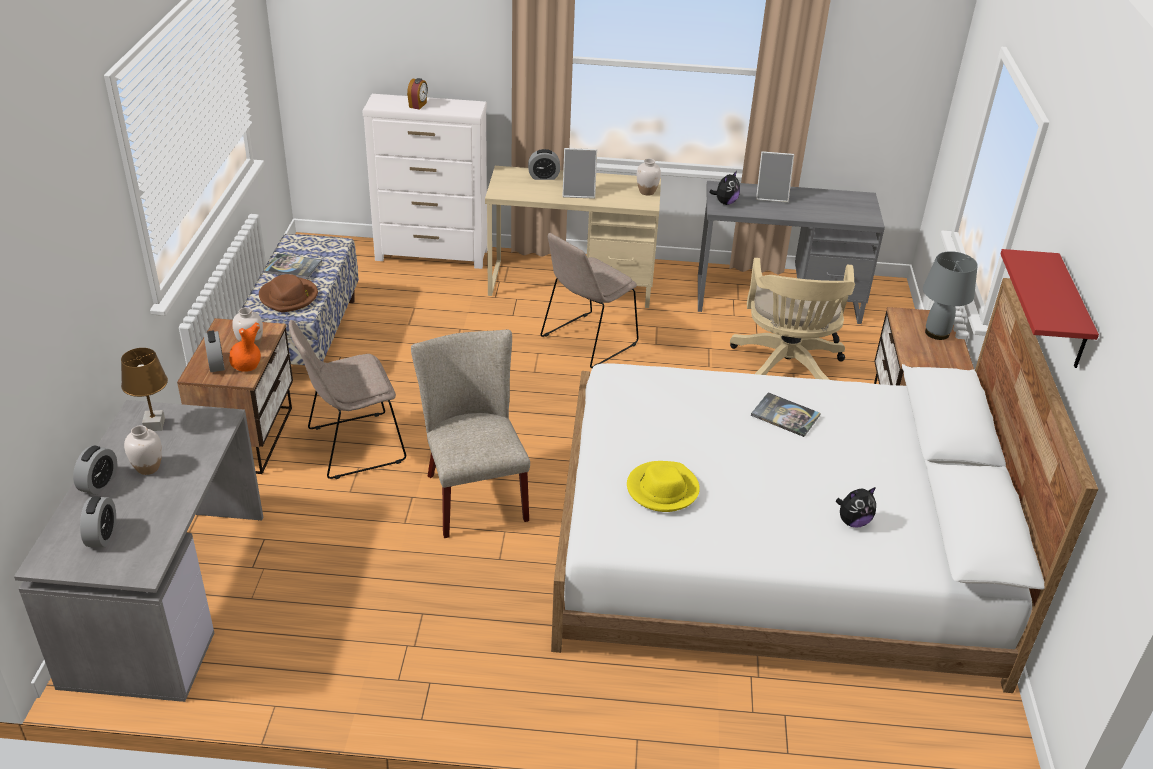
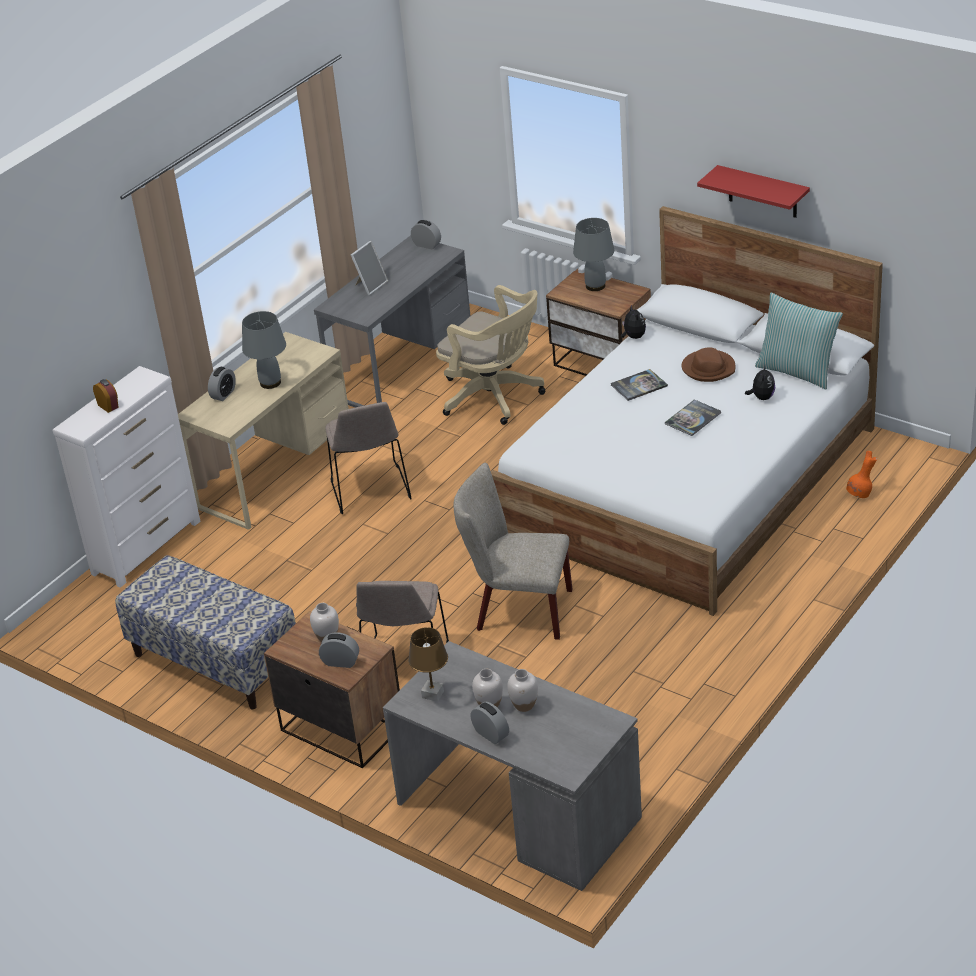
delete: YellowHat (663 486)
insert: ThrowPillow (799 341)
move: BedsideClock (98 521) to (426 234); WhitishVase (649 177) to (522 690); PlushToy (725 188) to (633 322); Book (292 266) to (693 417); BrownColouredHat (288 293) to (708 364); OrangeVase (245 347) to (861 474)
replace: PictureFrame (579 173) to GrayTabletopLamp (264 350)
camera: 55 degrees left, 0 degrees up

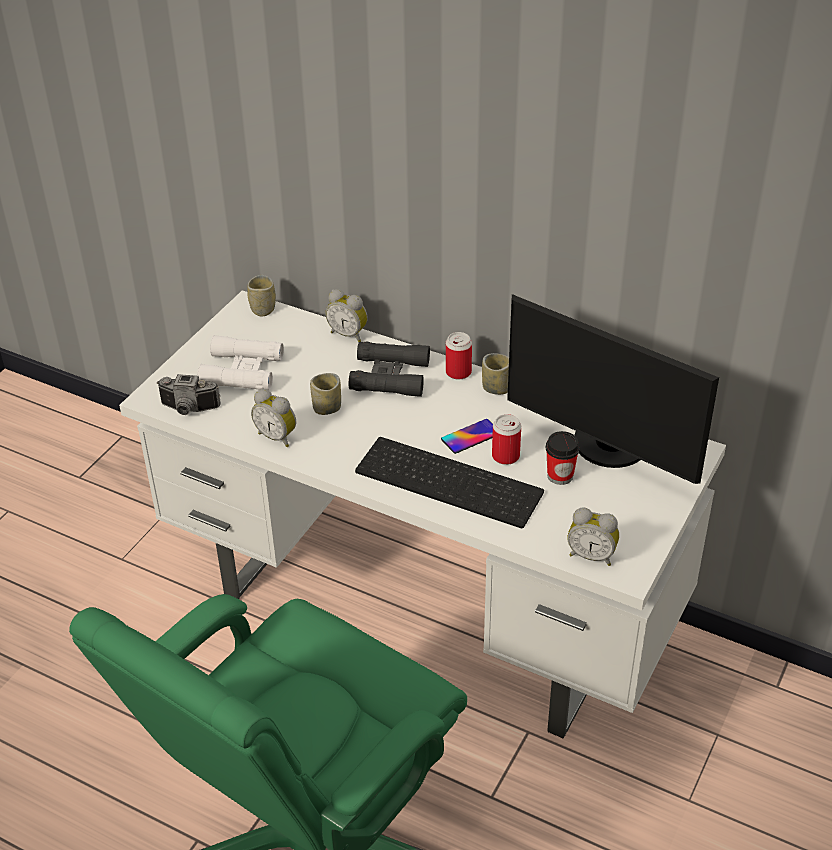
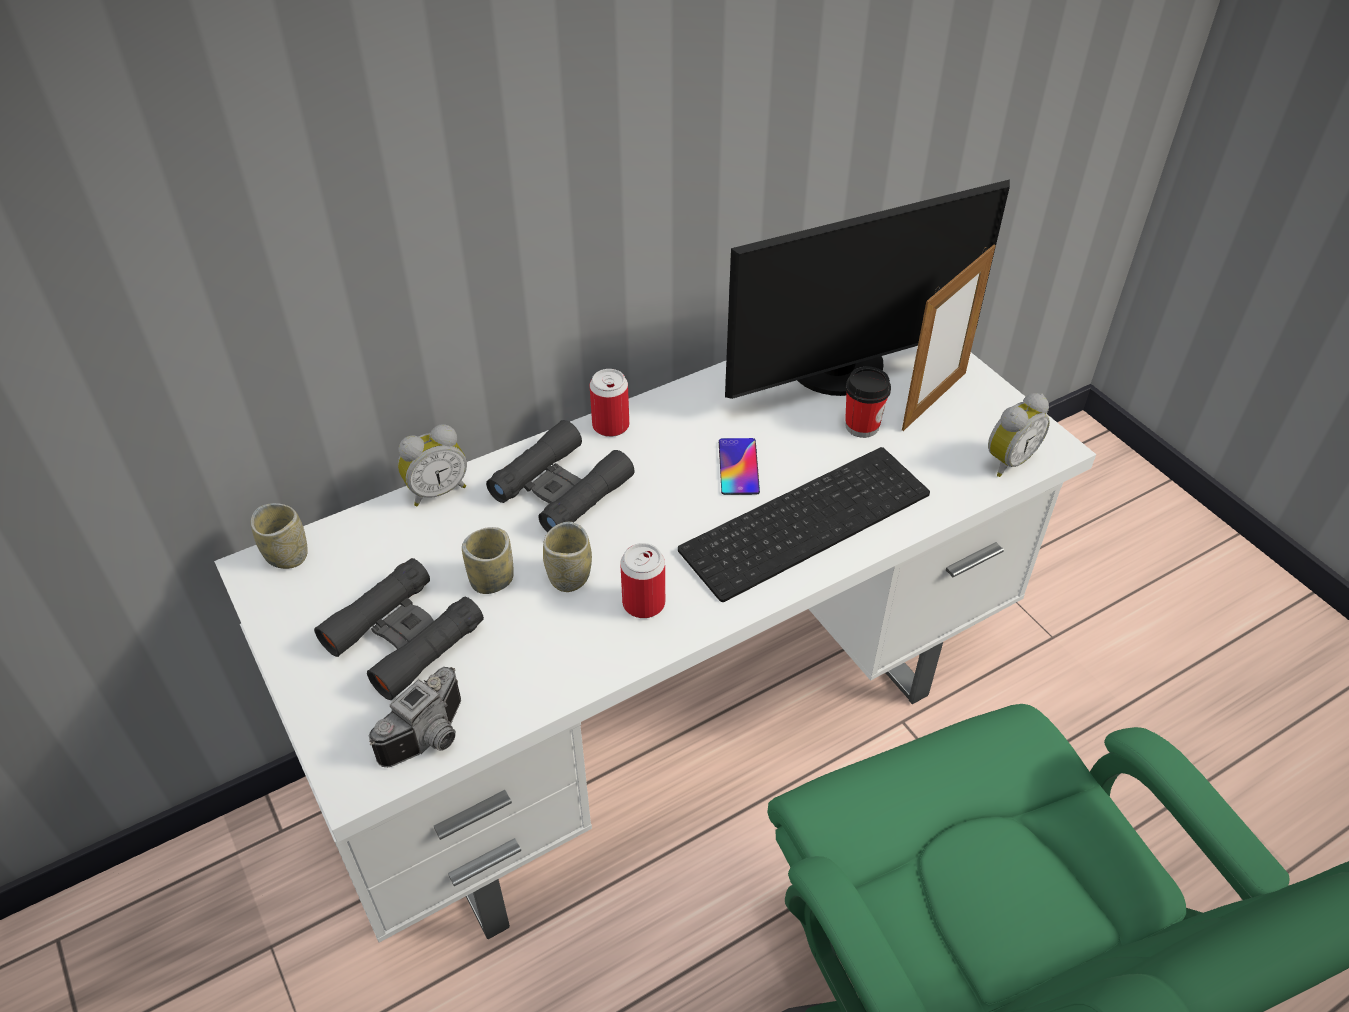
delete: BedsideClock (273 418)
insert: PictureFrame (949 338)
move: DrinkingCup (495 374) to (488 560); SealedCan (506 439) to (642 580)
recolor: WhitishFieldGlasses (240 362) to BlackColouredFieldGlasses (399 629)
camera: 60 degrees left, 5 degrees up

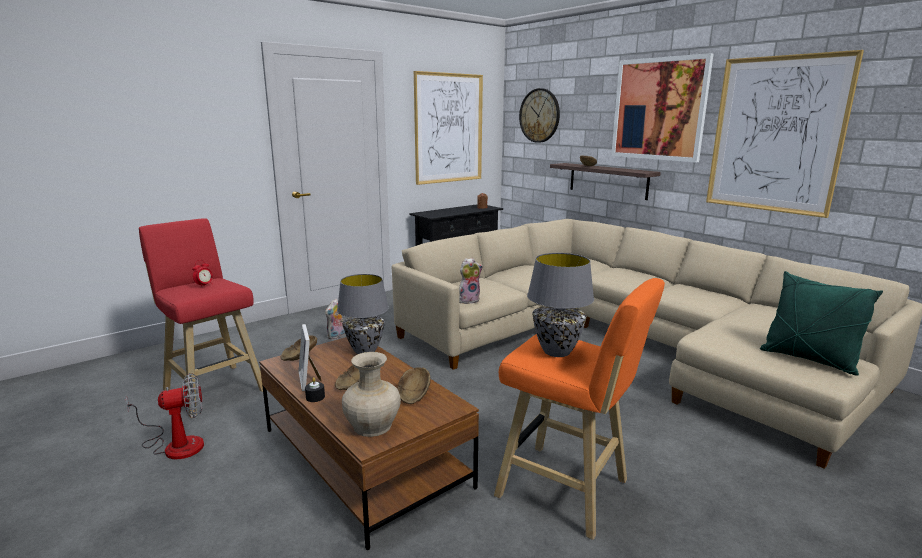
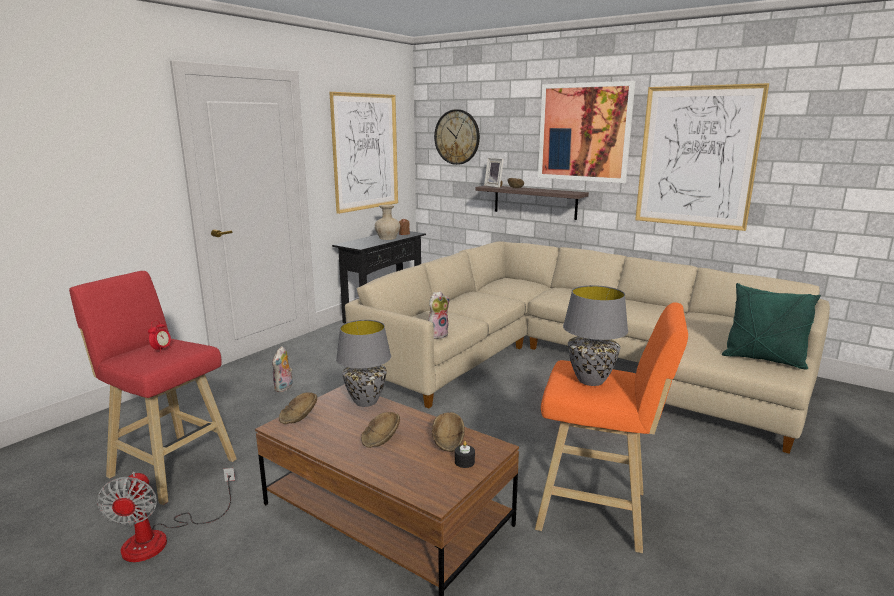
move: BeigeVase (371 394) to (387 222); BlackColouredWaxCandle (315 389) to (465 454); PictureFrame (310 357) to (494 173)
rotate: Fan (164 416) = (166 515) 120 degrees clockwise
camera: 15 degrees left, 0 degrees up

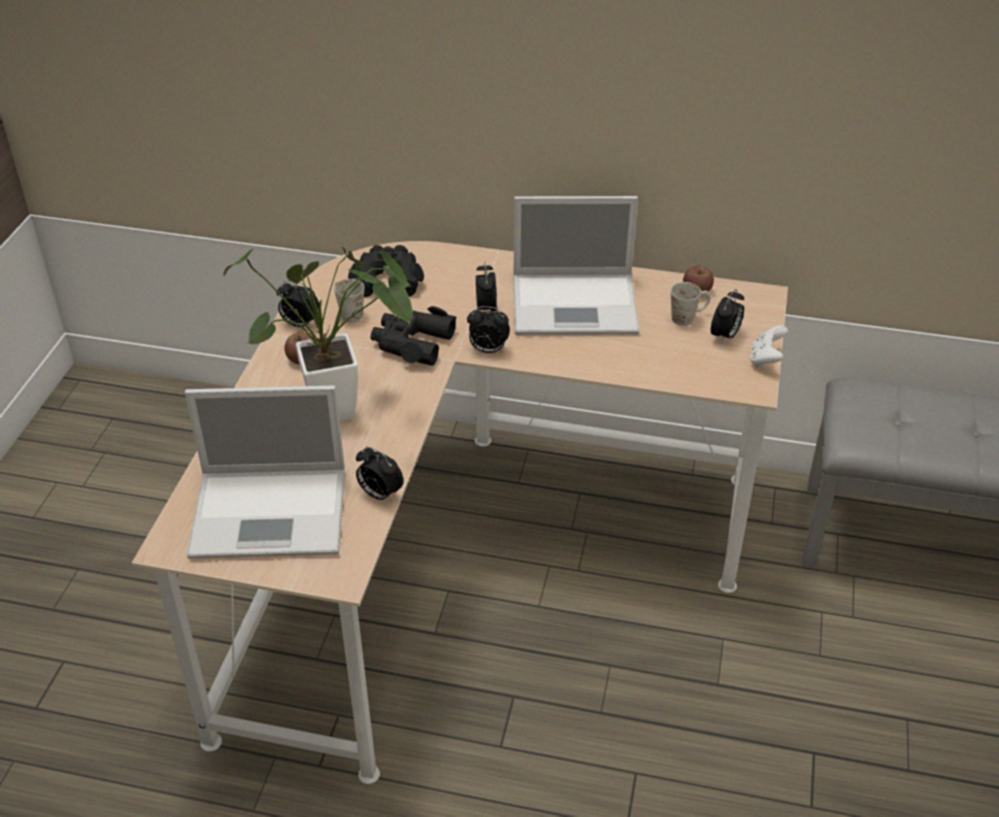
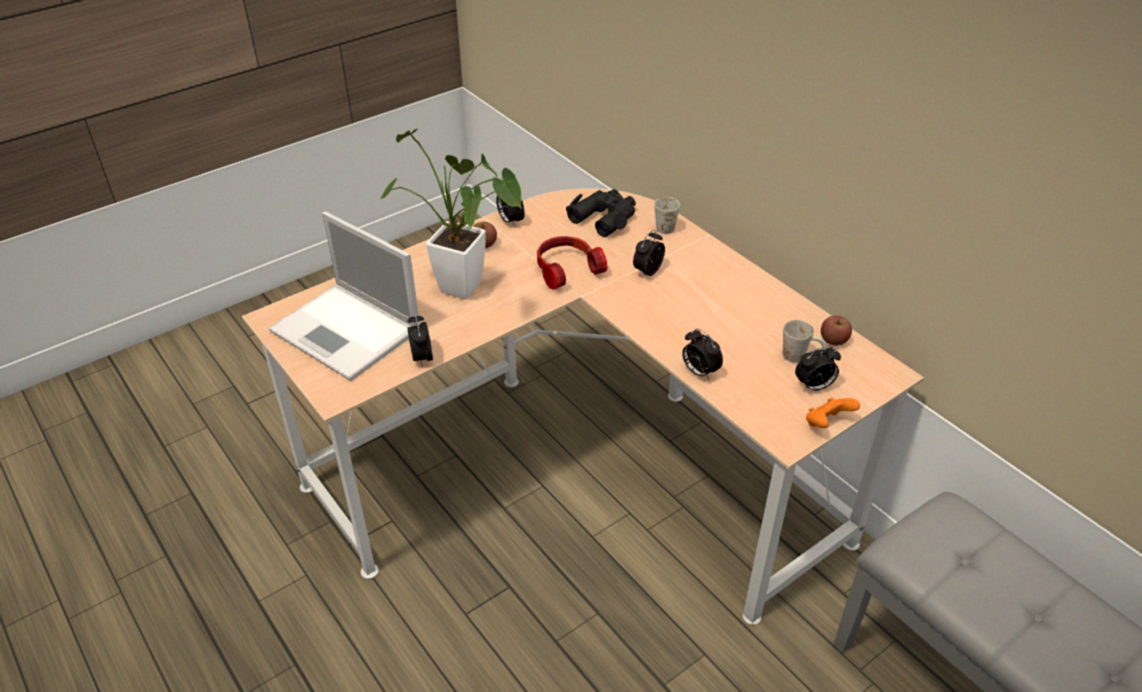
delete: PortableComputer (576 265)
move: WhitishMug (349 300) to (667 215); BedsideClock (488 329) to (702 354)
replace: BlackColouredFieldGlasses (413 336) to PairOfHeadphones (572 263)
recolor: WhitishGamepad (769 346) to OrangeGamepad (833 413)
camera: 40 degrees right, 0 degrees up

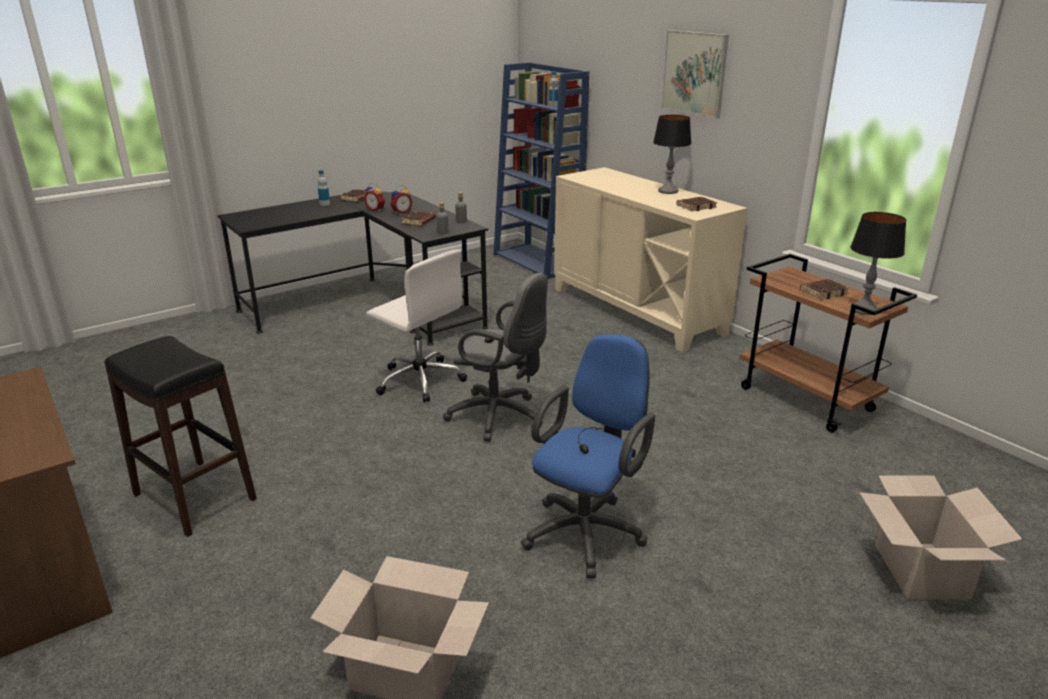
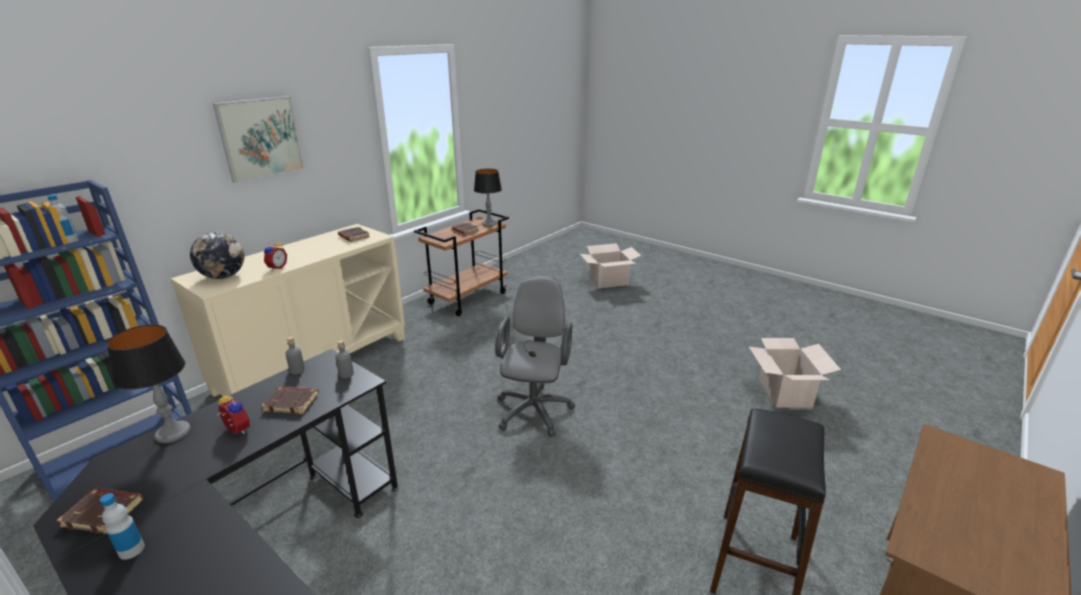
delete: WhitishComputerChair (416 326); BlueColouredComputerChair (588 456)
insert: Globe (217 255)
move: TabletopLamp (672 154) to (148 384); BedsideClock (374 197) to (275 255)
camera: 105 degrees left, 0 degrees up

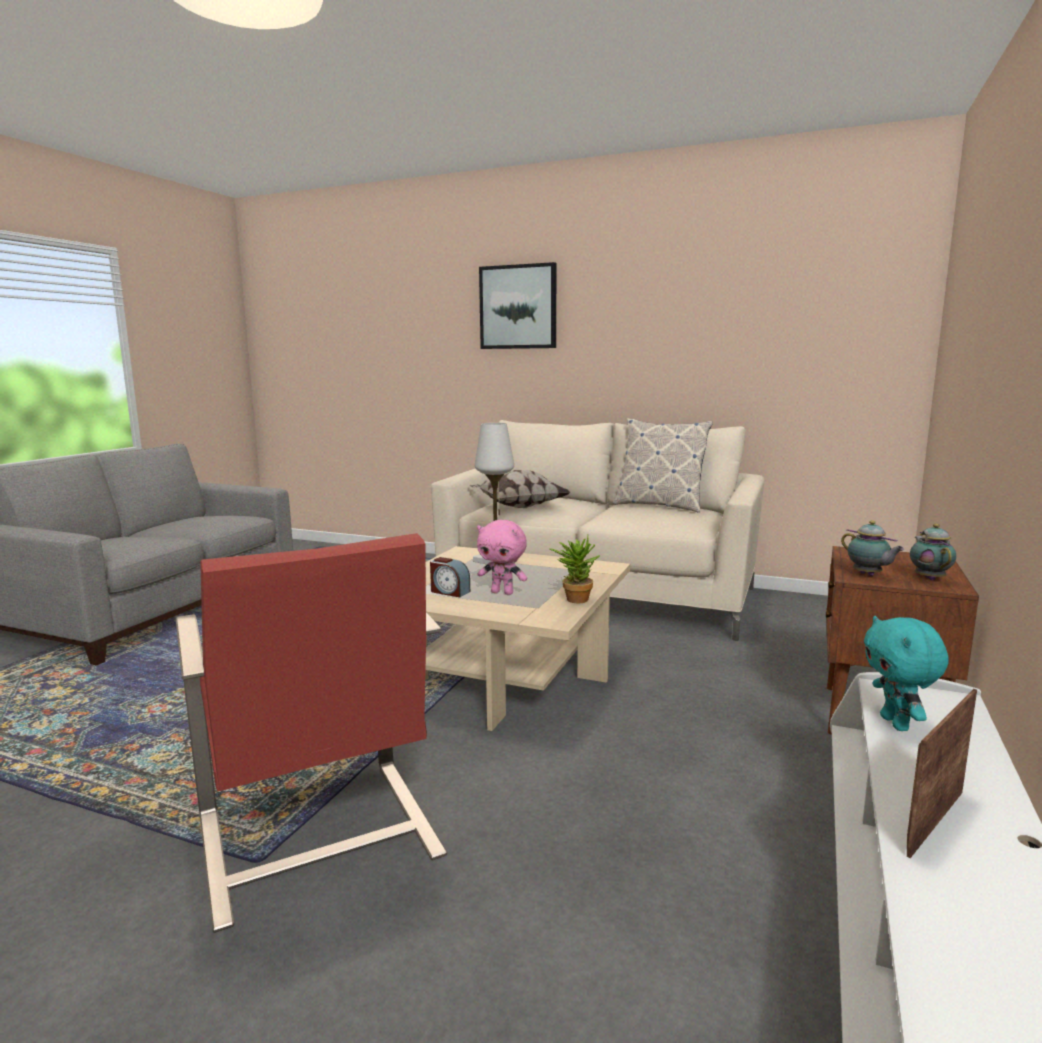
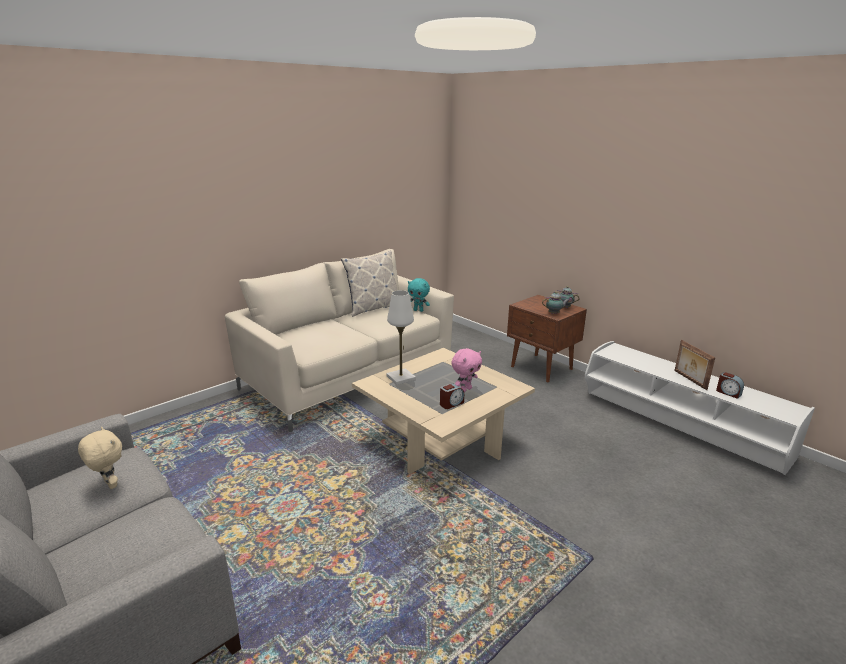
delete: ReddishArmchair (311 733); ThrowPillow (520 489); Picture (517 305); Houseplant (574 569)
insert: BeigePlushToy (100 458); BedsideClock (730 385)
move: TurquoisePlushToy (906 673) to (419 295)
camera: 65 degrees left, 10 degrees up

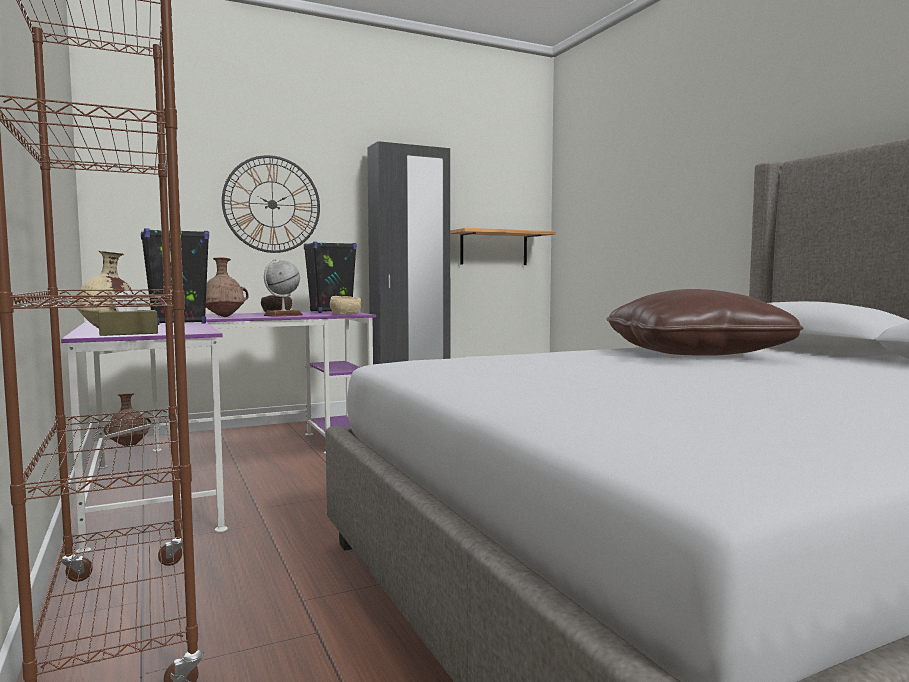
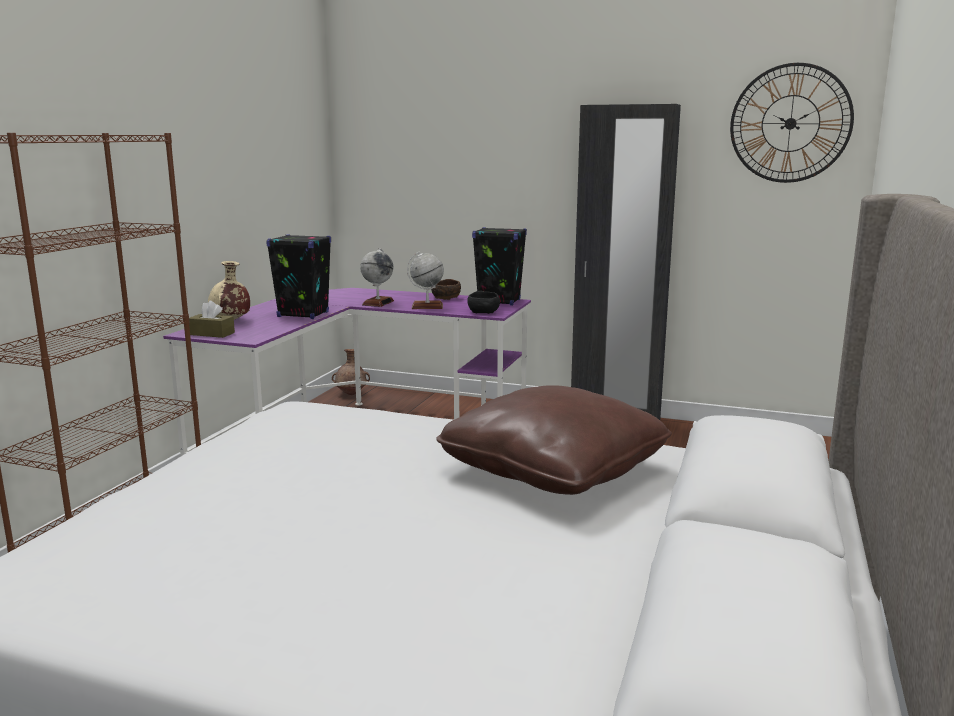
delete: Shelf (503 246)
move: ClockOnTheWall (271 204) to (792 123)
replace: BrownColouredVase (227 287) to Globe (377 277)
recolor: BeigeDeepDish (345 305) to BlackColouredDeepDish (483 302)
camera: 45 degrees right, 10 degrees up

